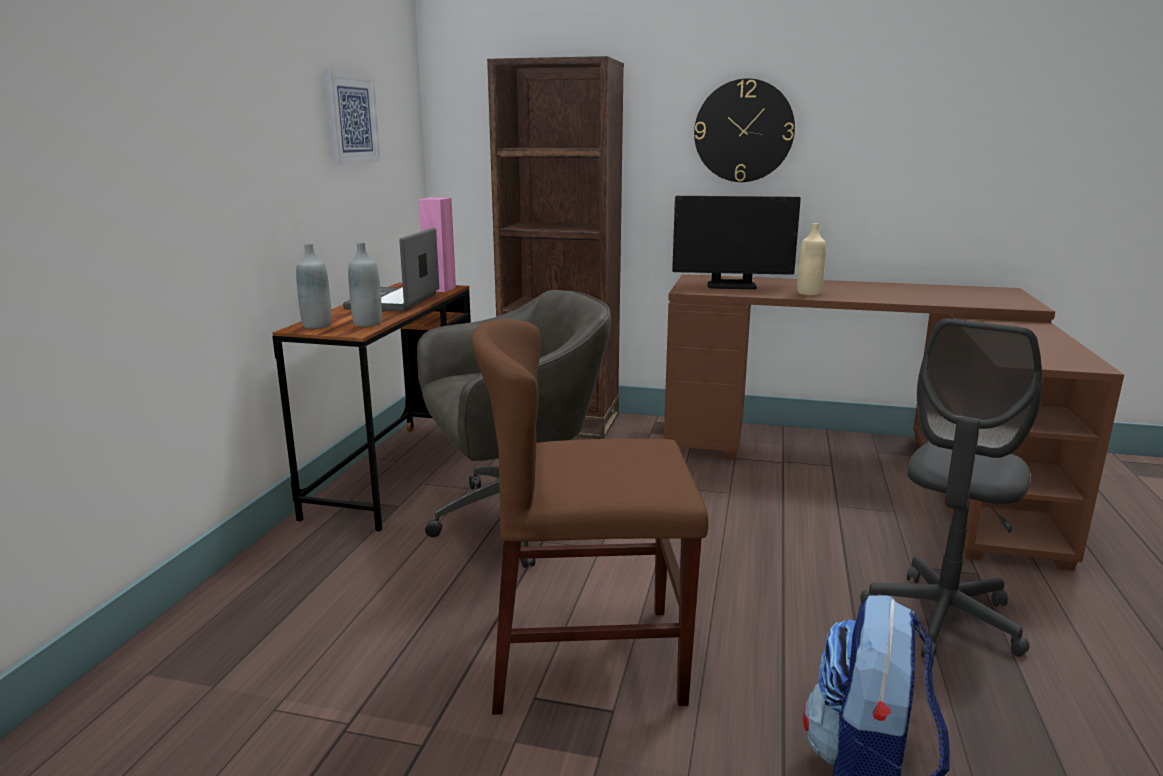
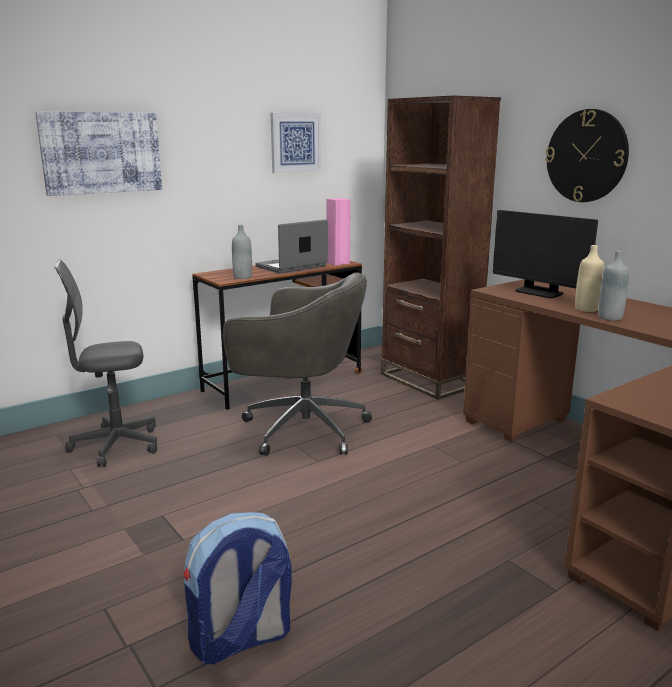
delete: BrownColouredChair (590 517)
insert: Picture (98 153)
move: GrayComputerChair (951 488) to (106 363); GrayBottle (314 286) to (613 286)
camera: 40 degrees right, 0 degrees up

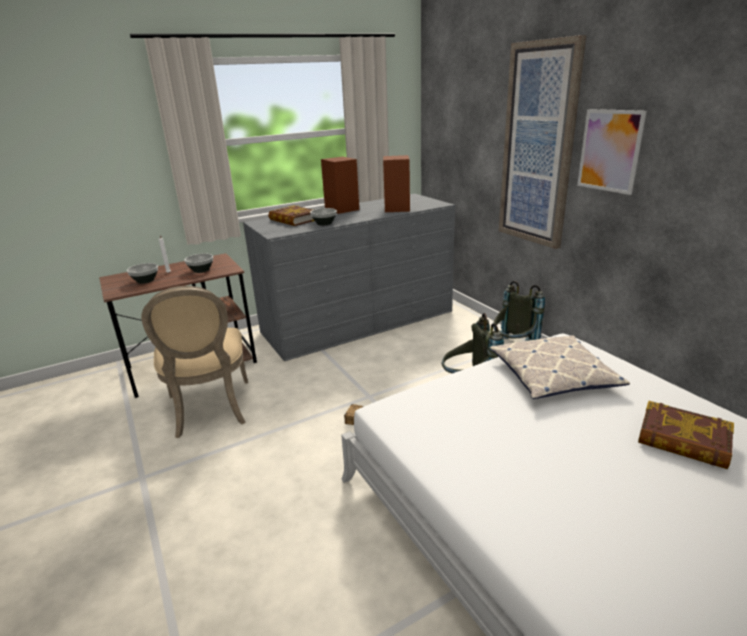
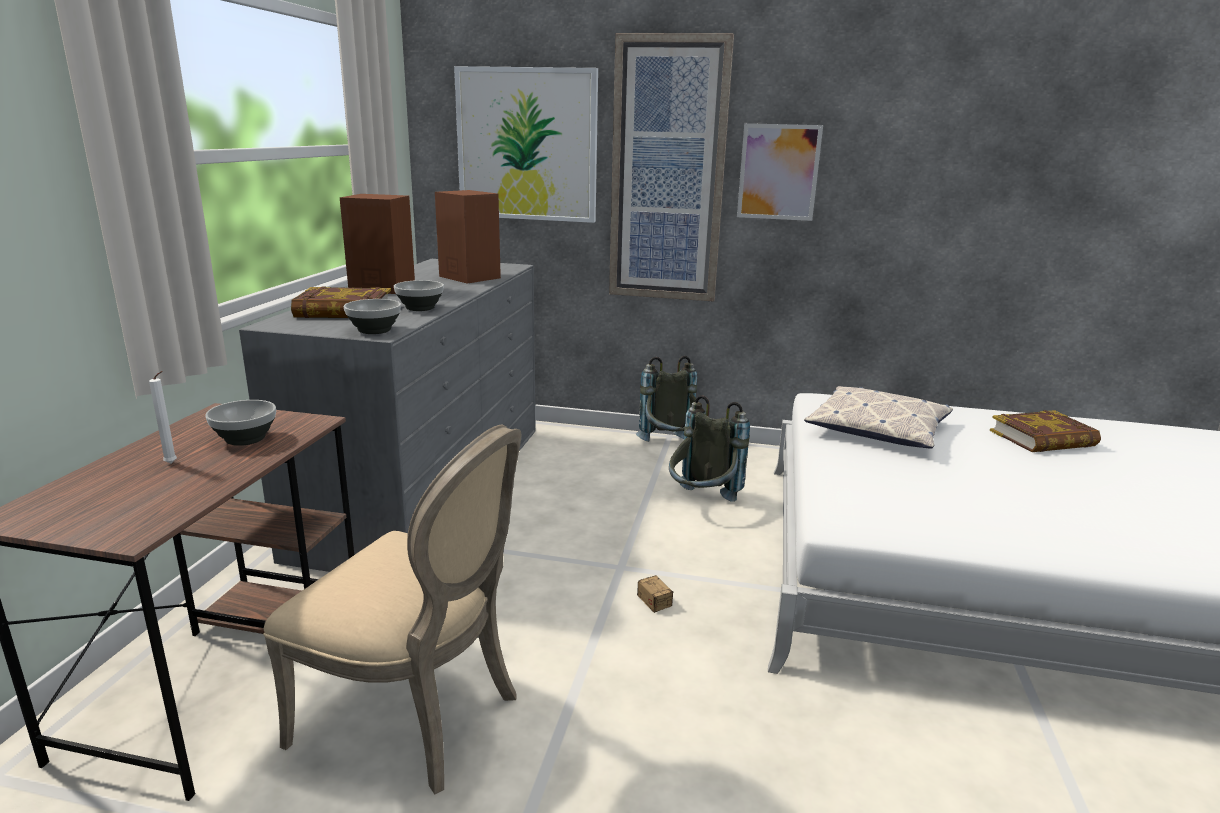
insert: Picture (526 144)
move: DeepDish (142 273) to (372 316)
camera: 50 degrees left, 5 degrees down

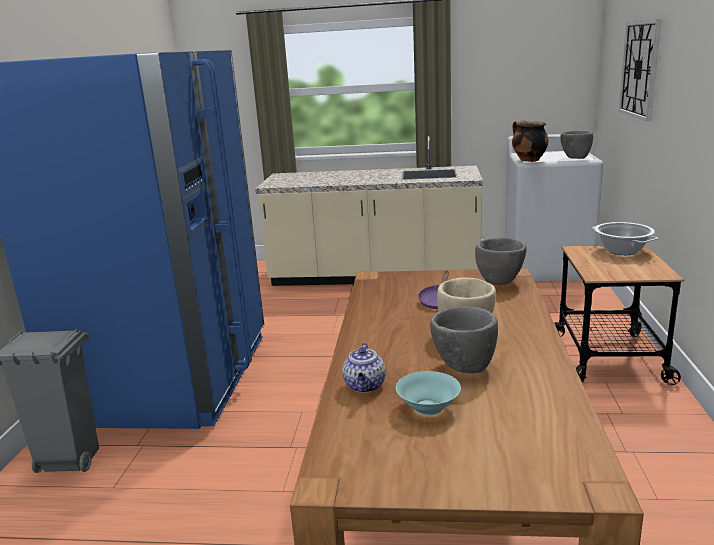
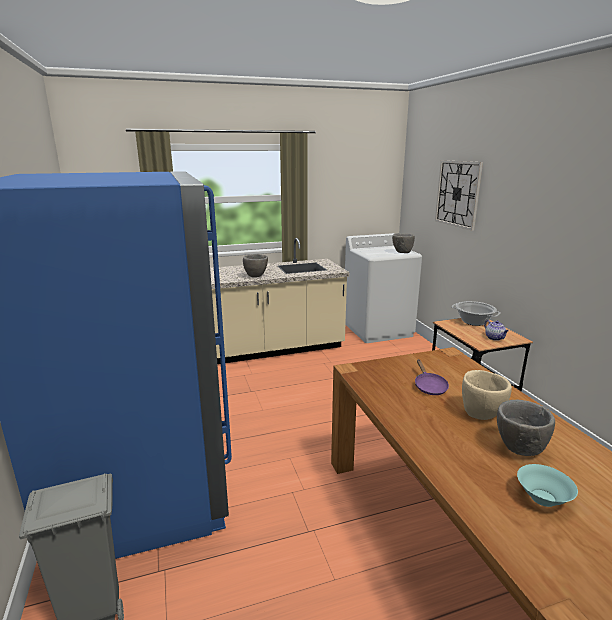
delete: Stockpot (530 141)
move: GrayDeepDish (501 261) to (255 265); PotForTea (364 368) to (496 330)
camera: 25 degrees left, 0 degrees up

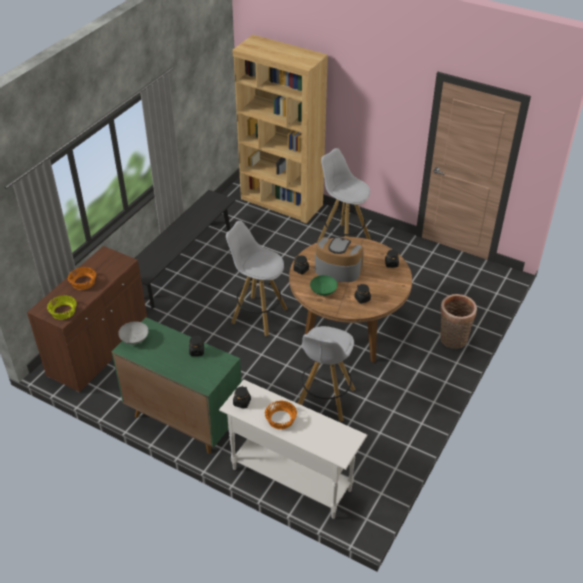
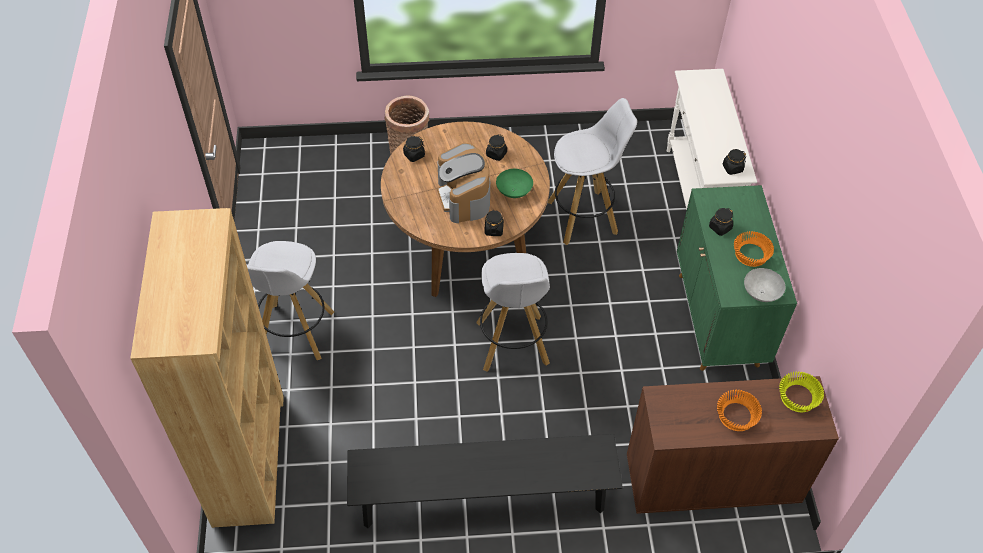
move: OrangeDeepDish (281 414) to (754 249)
camera: 125 degrees left, 10 degrees up

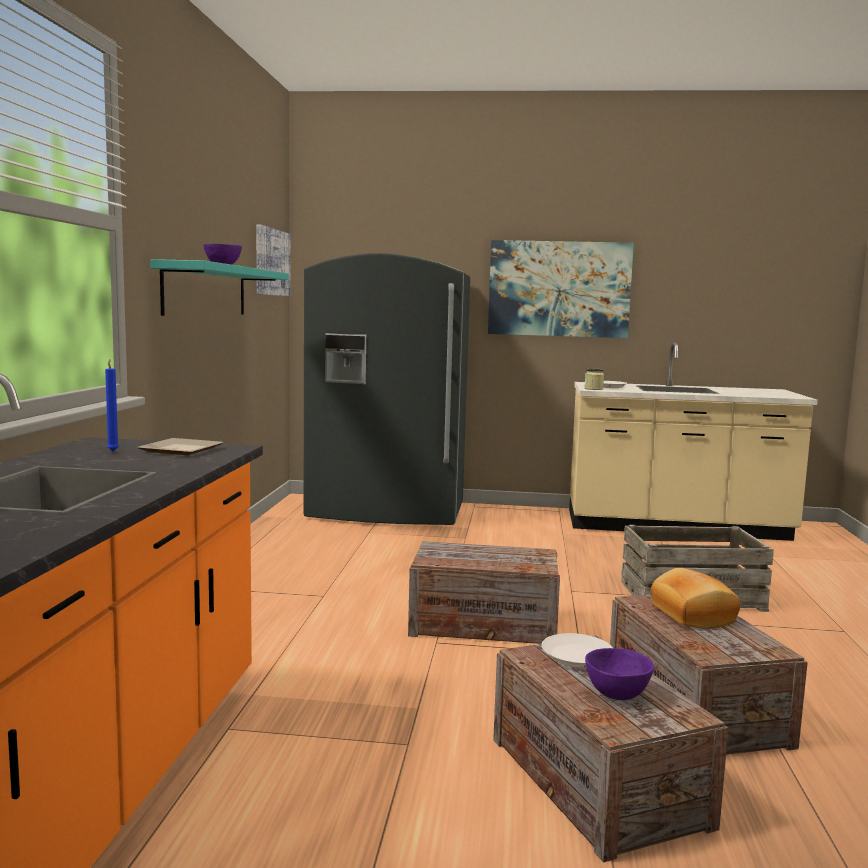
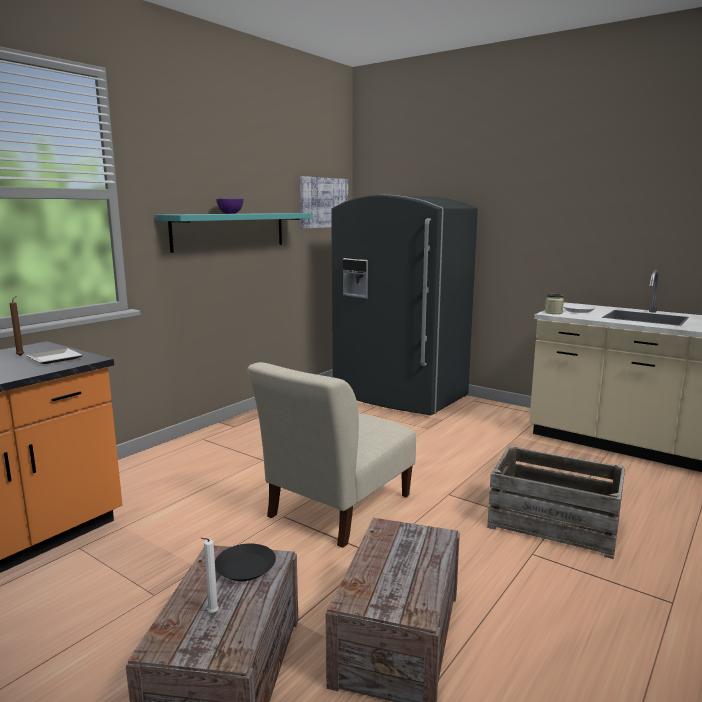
delete: Picture (561 289); BakedBread (695 598)
replace: PurpleDeepDish (619 674) to WhitishWaxCandle (210 575); Crate (484 592) to BeigeChair (331 455)
recolor: BlueColouredWaxCandle (112 405) to BrownColouredWaxCandle (16 326); WhitishPlate (577 650) to BlackColouredPlate (245 562)
camera: 30 degrees right, 5 degrees up

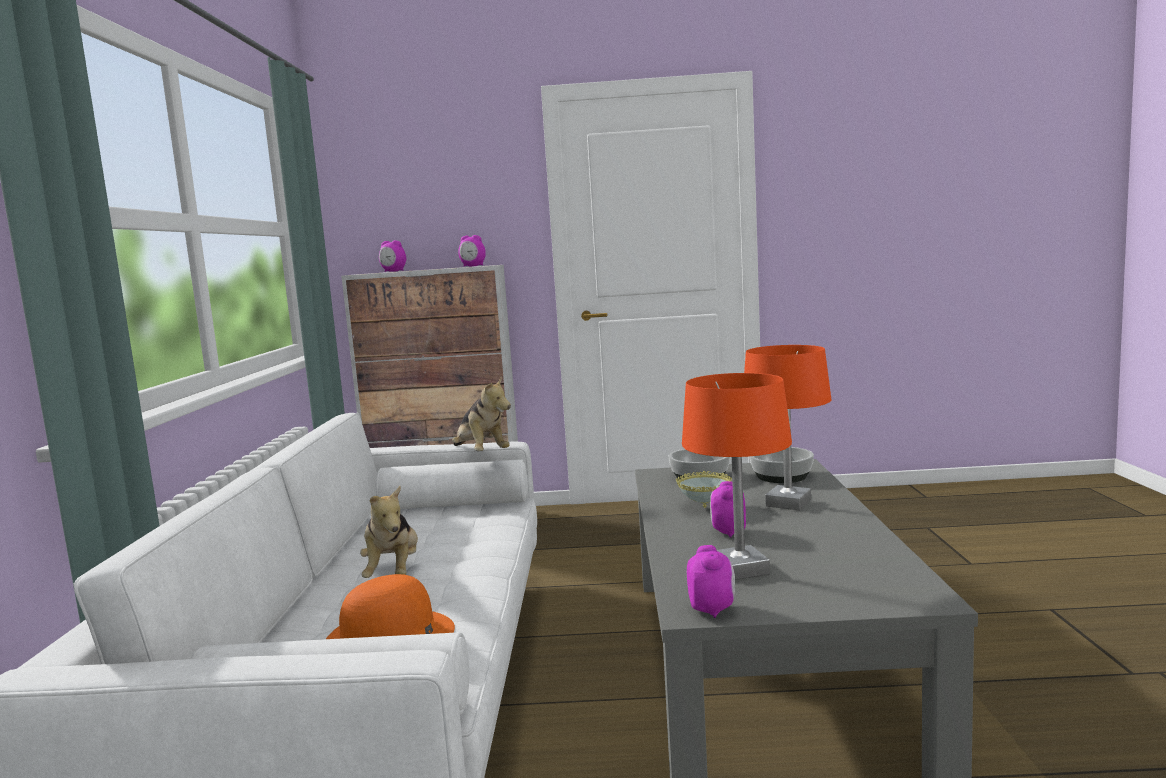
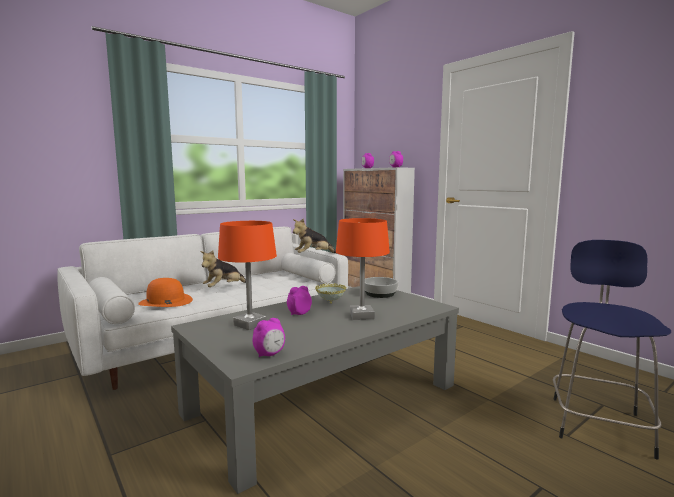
delete: DeepDish (781 465)
insert: BlueColouredStool (612 350)
move: BedsideClock (711 581) to (268 337)
rotate: PlushToy (481 413) = (314 235) 45 degrees clockwise
camera: 50 degrees right, 0 degrees up

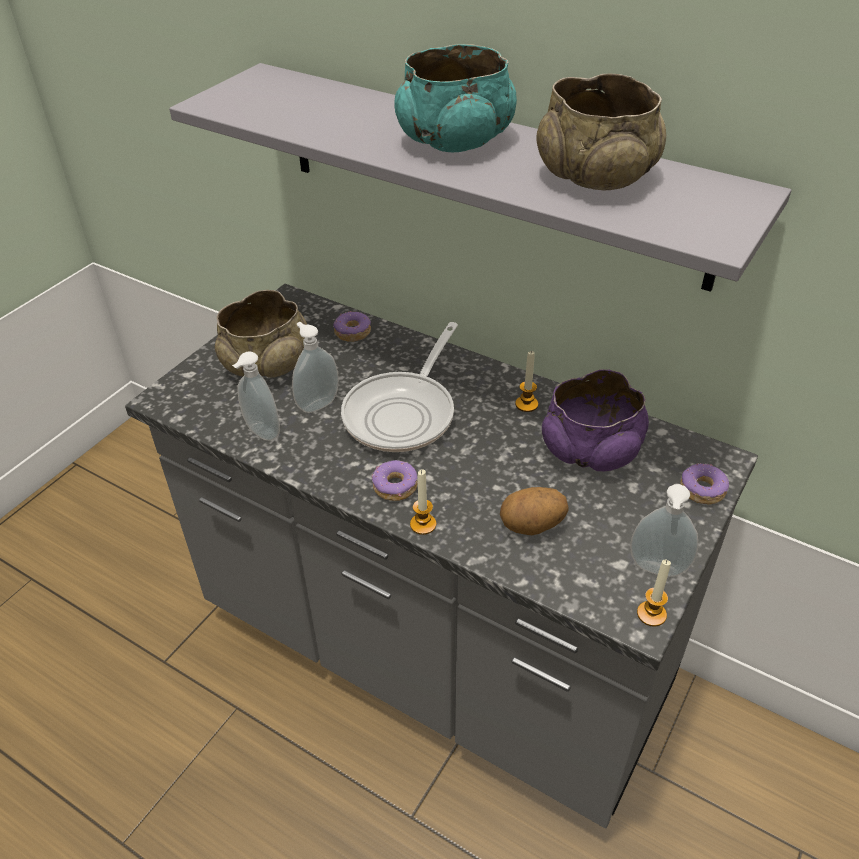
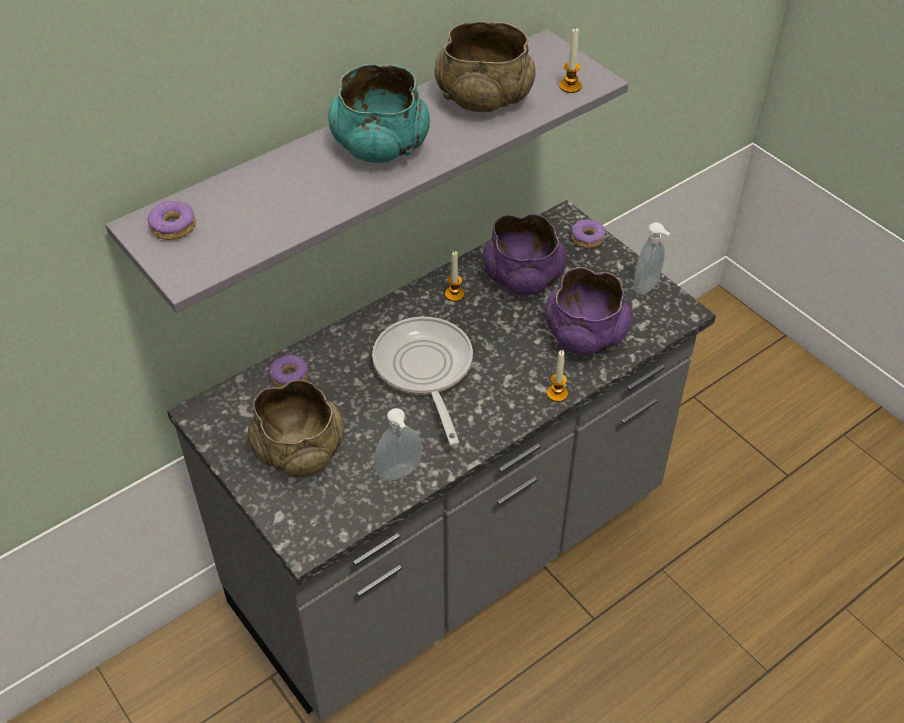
delete: SoapDispenser (315 367)
move: Doughnut (395 480) to (171 220); WaxCandle (654 593) to (570 60)
replace: WholePotato (534 511) to PurpleDeepDish (588 310)
rotate: FryingPan (399 387) = (422 381) 150 degrees counterclockwise
camera: 70 degrees left, 5 degrees up

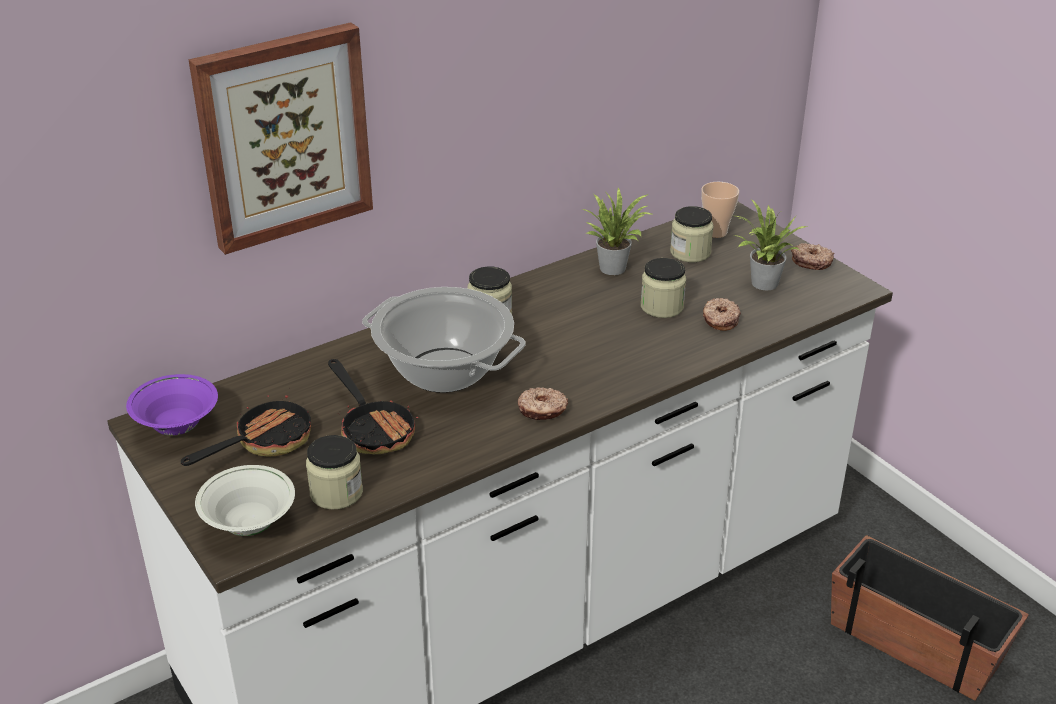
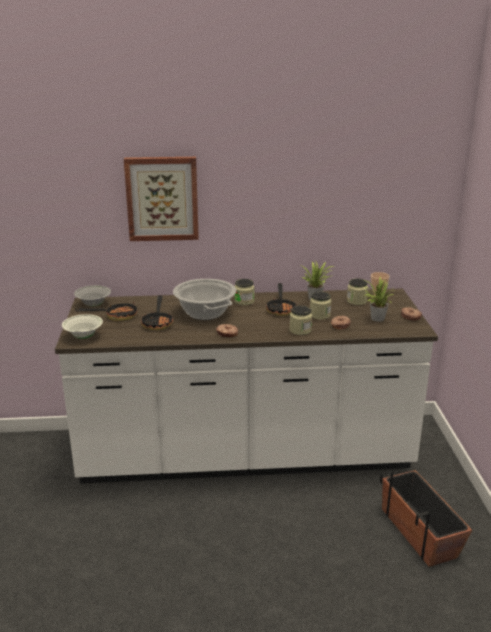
insert: FryingPan (281 299)
move: Jar (334 472) to (300 320)
recolor: PurpleDeepDish (172 405) to GrayDeepDish (92 295)
camera: 30 degrees right, 10 degrees down

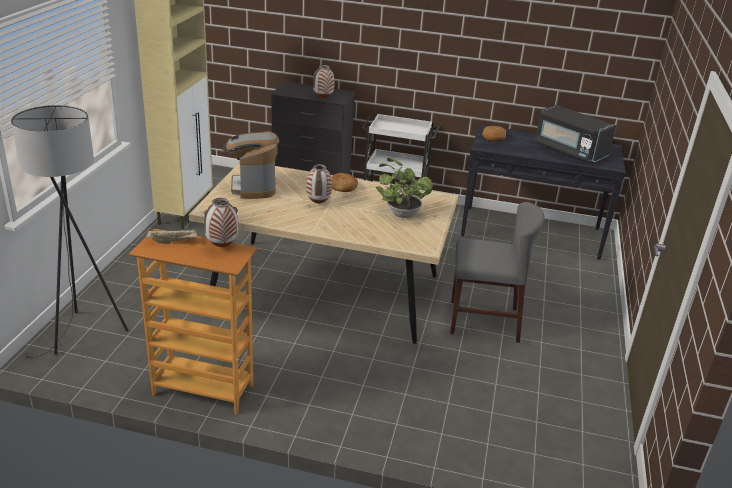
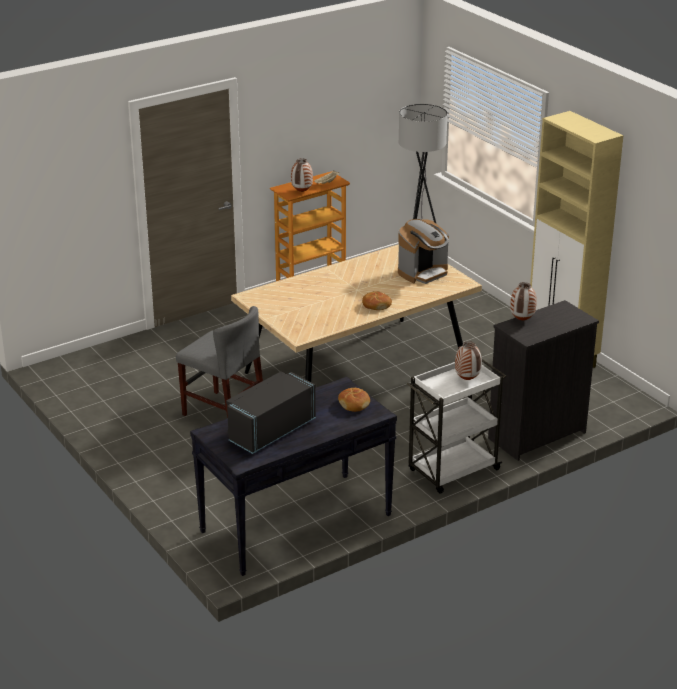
delete: Houseplant (404 188)
move: Vase (319 184) to (468 360)
rotate: GrayChair (497 272) = (219 362) 105 degrees counterclockwise; BlackColouredMicrowave (575 133) = (271 413) 45 degrees counterclockwise; CoffeeMaker (251 165) = (423 251) 105 degrees clockwise
camera: 135 degrees right, 0 degrees up

